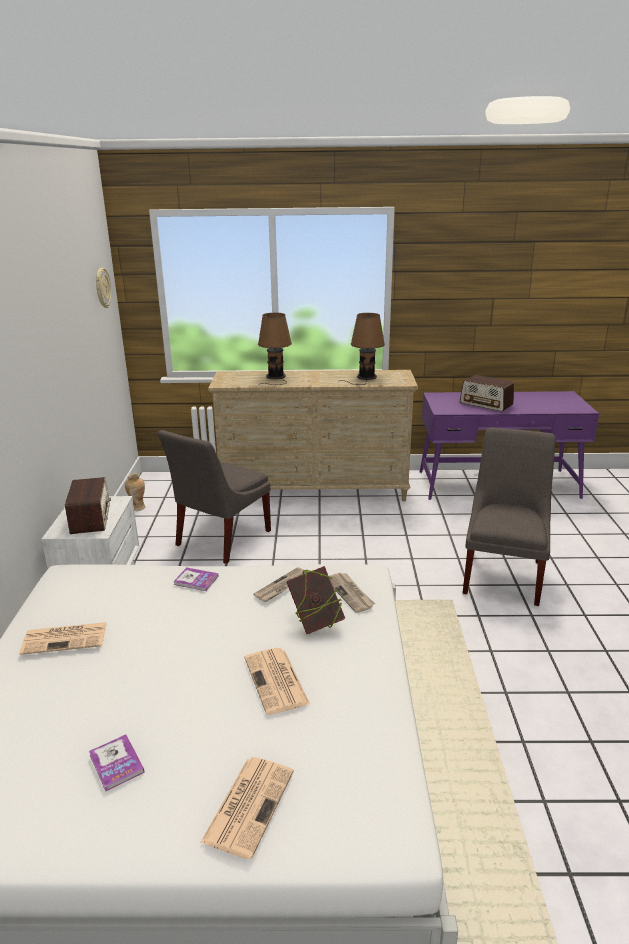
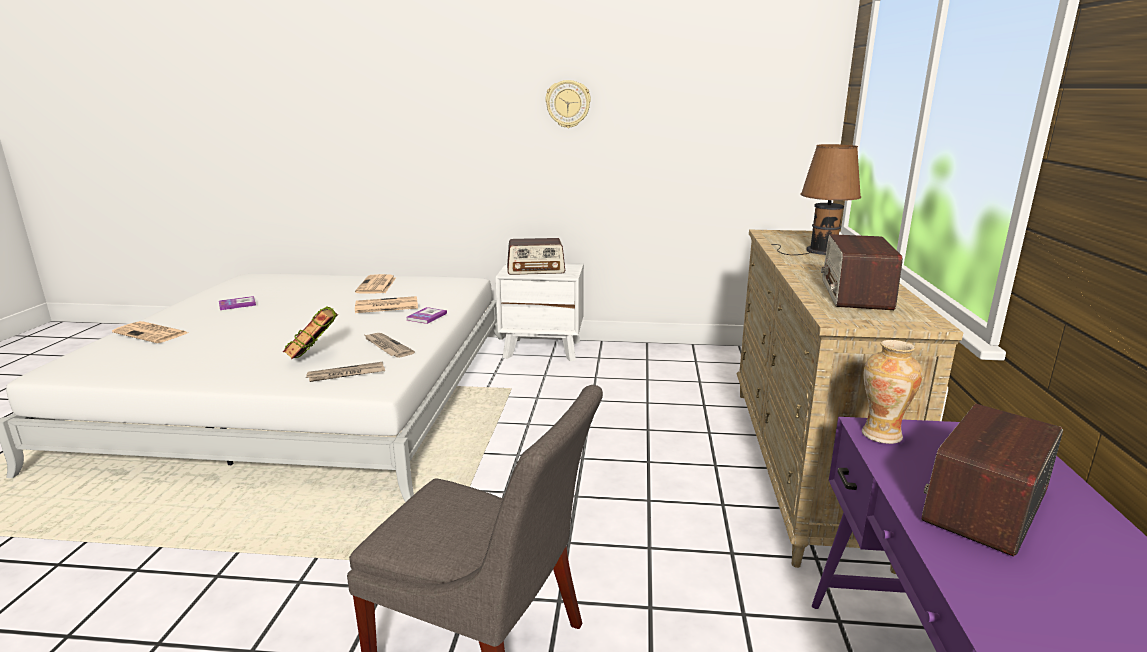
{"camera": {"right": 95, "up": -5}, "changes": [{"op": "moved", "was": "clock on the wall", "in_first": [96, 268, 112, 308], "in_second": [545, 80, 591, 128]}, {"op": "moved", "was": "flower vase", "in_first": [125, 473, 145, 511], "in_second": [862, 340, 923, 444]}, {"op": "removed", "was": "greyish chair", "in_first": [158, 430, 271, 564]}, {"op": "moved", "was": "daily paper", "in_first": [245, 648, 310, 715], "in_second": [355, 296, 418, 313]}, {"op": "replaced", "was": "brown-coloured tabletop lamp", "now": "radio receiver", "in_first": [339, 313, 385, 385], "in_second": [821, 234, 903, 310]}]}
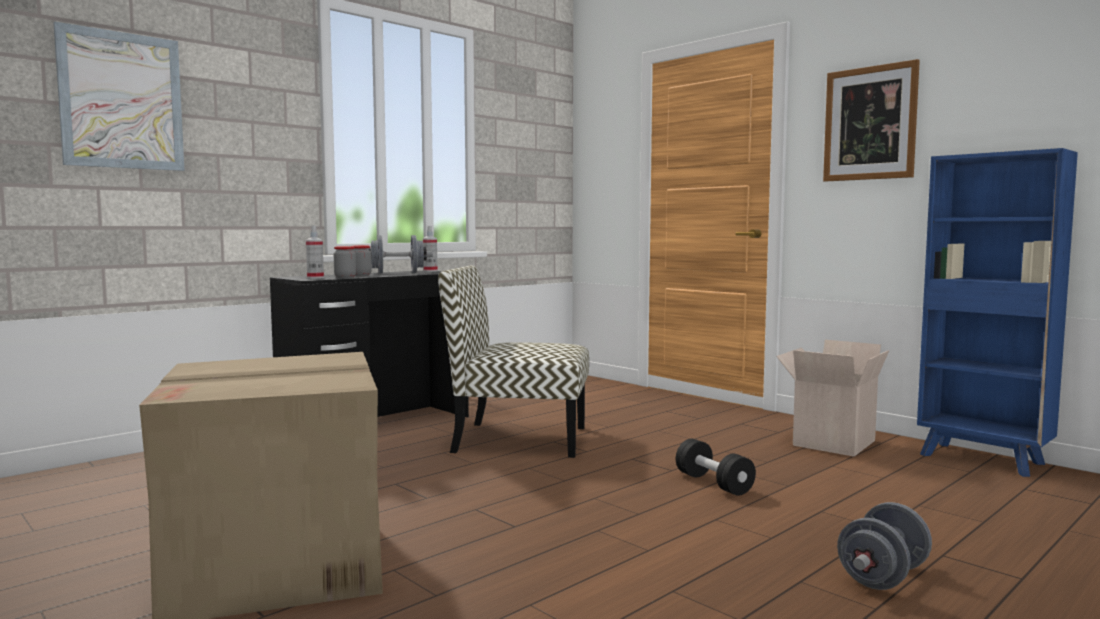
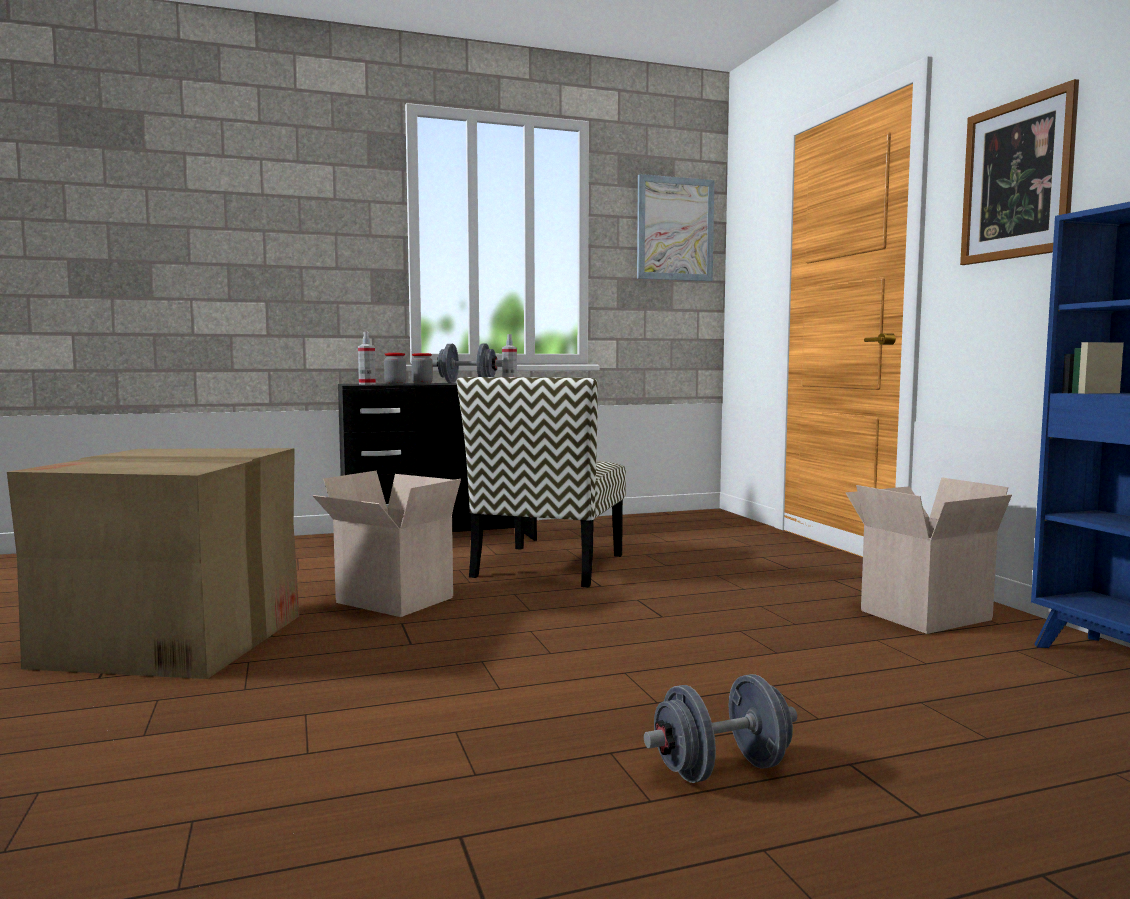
{"camera": {"right": 25, "up": 0}, "changes": [{"op": "moved", "was": "wall art", "in_first": [53, 21, 185, 171], "in_second": [637, 174, 714, 281]}, {"op": "turned", "was": "chair", "in_first": [438, 265, 589, 458], "in_second": [457, 377, 626, 588], "clockwise": -105}, {"op": "removed", "was": "blackish hand weight", "in_first": [676, 439, 756, 496]}, {"op": "added", "now": "cardboard box", "in_second": [312, 470, 461, 617]}]}
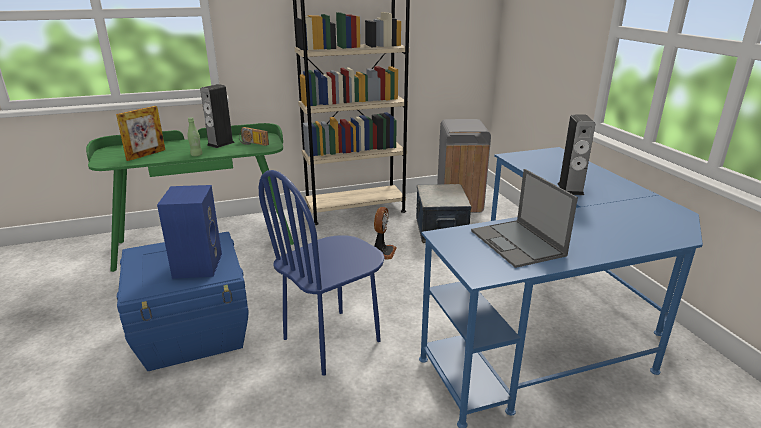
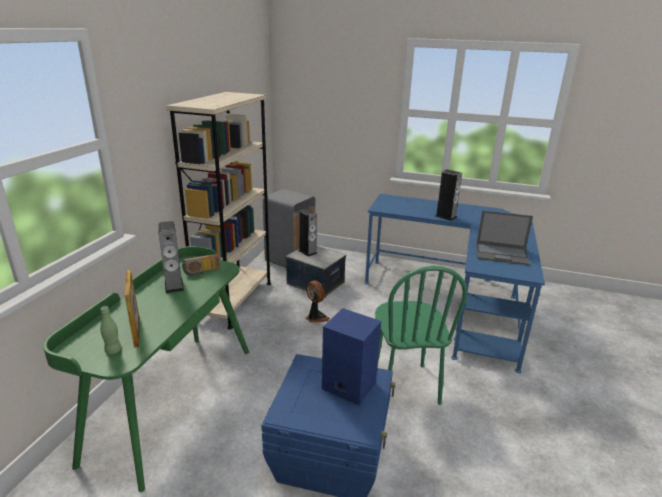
{"camera": {"right": -55, "up": 0}, "changes": [{"op": "moved", "was": "greenish beverage bottle", "in_first": [187, 117, 203, 156], "in_second": [100, 306, 121, 354]}, {"op": "recoloured", "was": "blue-coloured chair", "now": "greenish chair", "in_first": [259, 170, 385, 376], "in_second": [375, 266, 467, 405]}, {"op": "added", "now": "audio speaker", "in_second": [298, 209, 318, 257]}]}
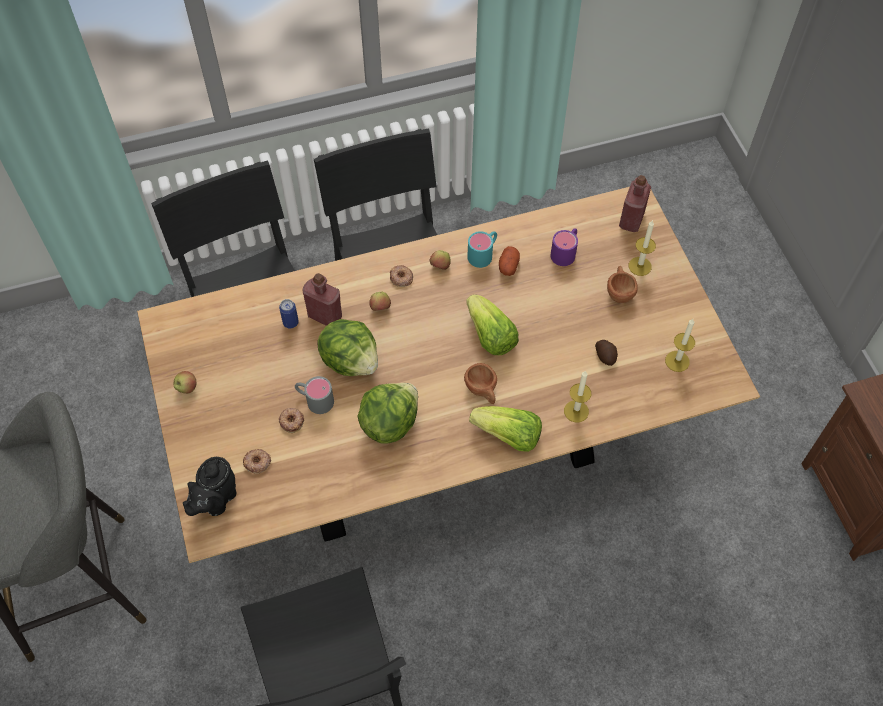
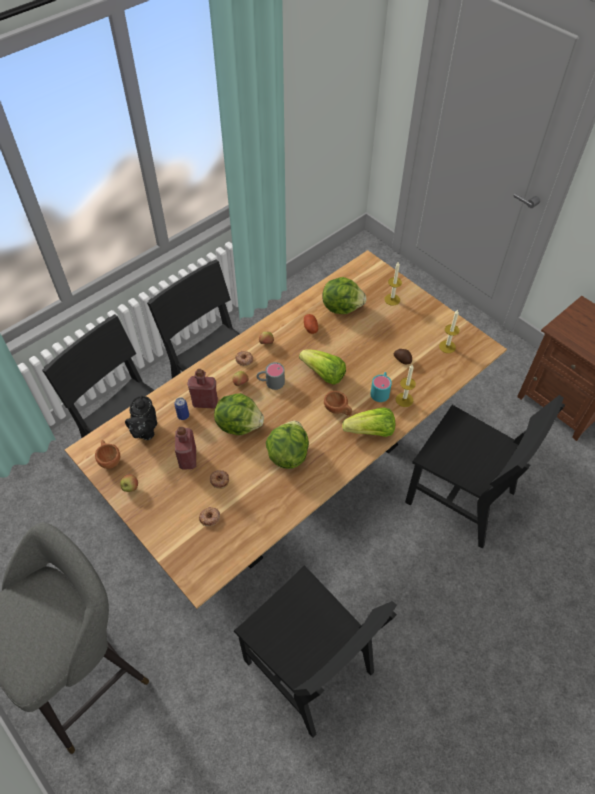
{"camera": {"right": -25, "up": -5}, "changes": [{"op": "moved", "was": "blackish teapot", "in_first": [182, 457, 237, 516], "in_second": [125, 396, 157, 440]}, {"op": "moved", "was": "greyish mug", "in_first": [295, 376, 334, 414], "in_second": [256, 362, 285, 390]}, {"op": "moved", "was": "turquoise mug", "in_first": [467, 231, 497, 268], "in_second": [370, 372, 392, 402]}, {"op": "replaced", "was": "purplish mug", "now": "head of lettuce", "in_first": [550, 228, 578, 266], "in_second": [322, 277, 367, 314]}, {"op": "moved", "was": "brown-coloured cup", "in_first": [607, 266, 638, 303], "in_second": [95, 440, 120, 469]}, {"op": "moved", "was": "red-coloured beverage bottle", "in_first": [619, 175, 651, 232], "in_second": [175, 427, 196, 470]}, {"op": "added", "now": "blackish chair", "in_second": [405, 395, 565, 549]}]}
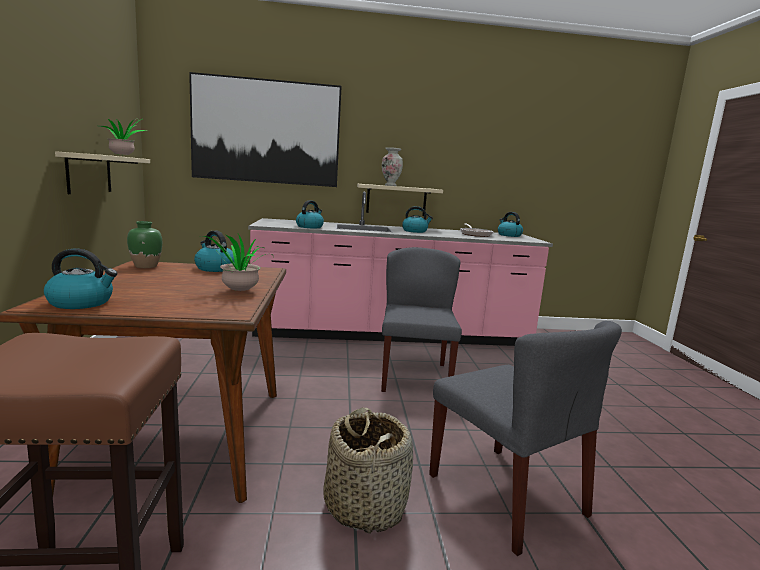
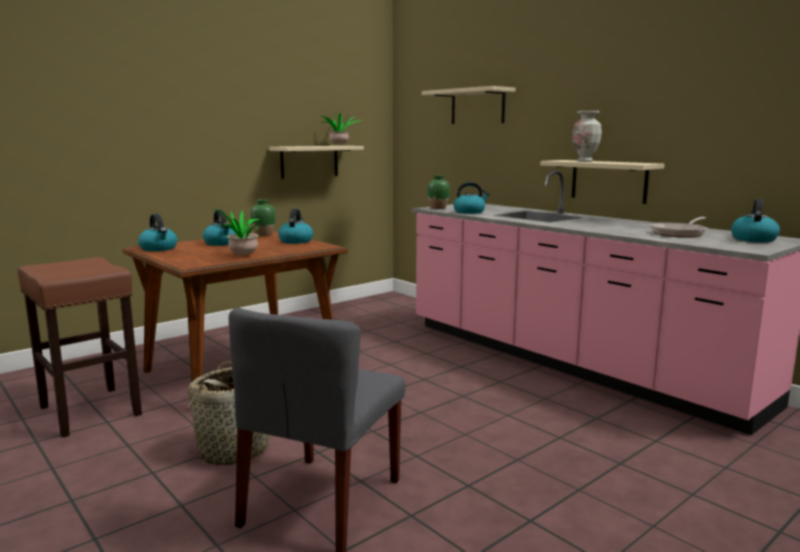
{"camera": {"right": 55, "up": 0}, "changes": [{"op": "replaced", "was": "wall art", "now": "sand-coloured shelf", "in_first": [189, 72, 342, 187], "in_second": [422, 86, 515, 124]}, {"op": "removed", "was": "greyish chair", "in_first": [381, 247, 462, 392]}, {"op": "moved", "was": "tea kettle", "in_first": [402, 206, 433, 233], "in_second": [203, 210, 236, 246]}, {"op": "added", "now": "greenish flower vase", "in_second": [427, 175, 450, 209]}]}
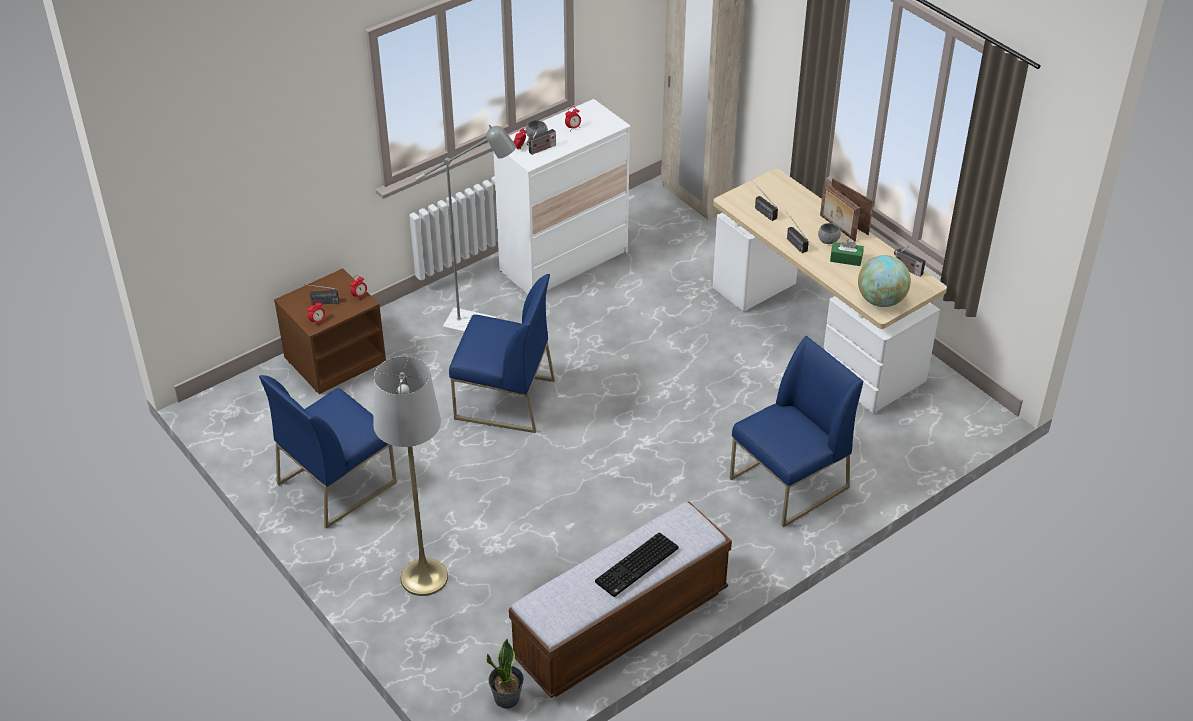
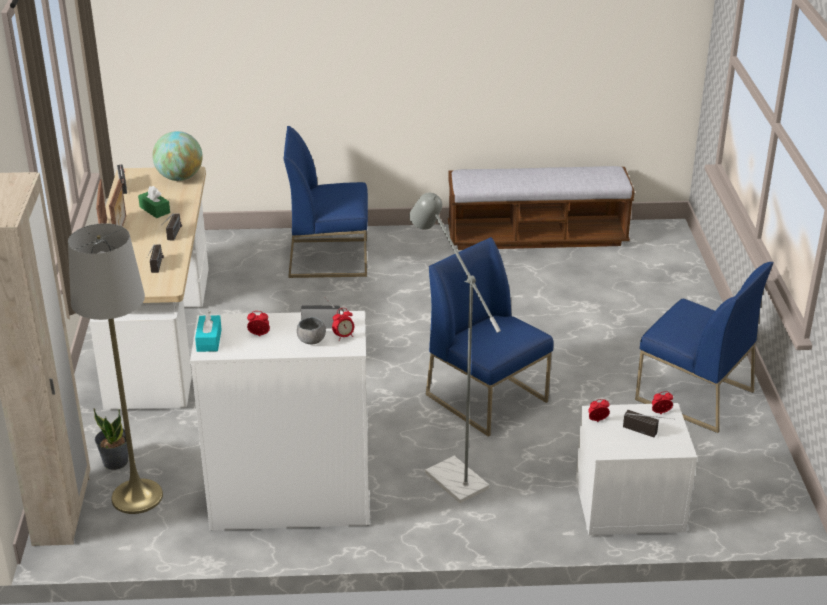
{"camera": {"right": -145, "up": -10}, "changes": [{"op": "turned", "was": "blue-coloured chair", "in_first": [259, 375, 397, 528], "in_second": [635, 262, 774, 433], "clockwise": 45}, {"op": "recoloured", "was": "brown-coloured nightstand", "now": "white-coloured nightstand", "in_first": [274, 268, 386, 394], "in_second": [576, 403, 697, 535]}, {"op": "moved", "was": "greyish floor lamp", "in_first": [373, 356, 448, 596], "in_second": [68, 223, 163, 514]}, {"op": "moved", "was": "plant in a pot", "in_first": [487, 639, 524, 709], "in_second": [94, 409, 128, 470]}, {"op": "removed", "was": "computer keyboard", "in_first": [595, 532, 678, 597]}, {"op": "removed", "was": "greyish serving bowl", "in_first": [818, 223, 841, 244]}, {"op": "added", "now": "turquoise tissue holder", "in_second": [195, 311, 222, 352]}]}
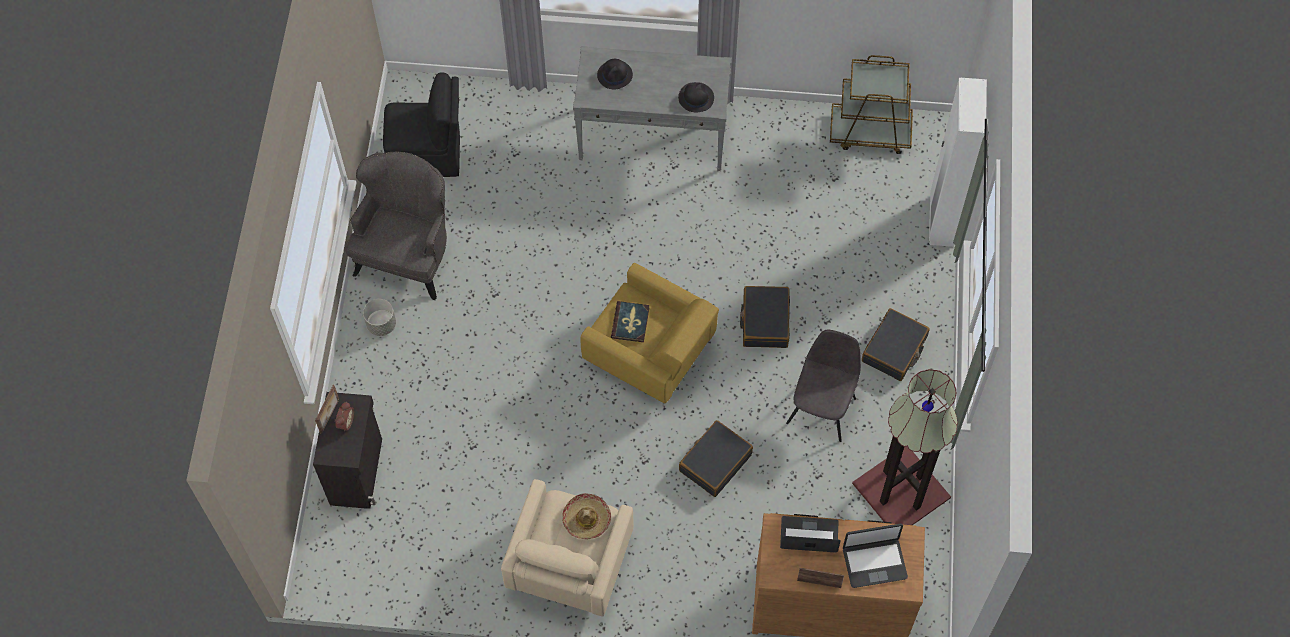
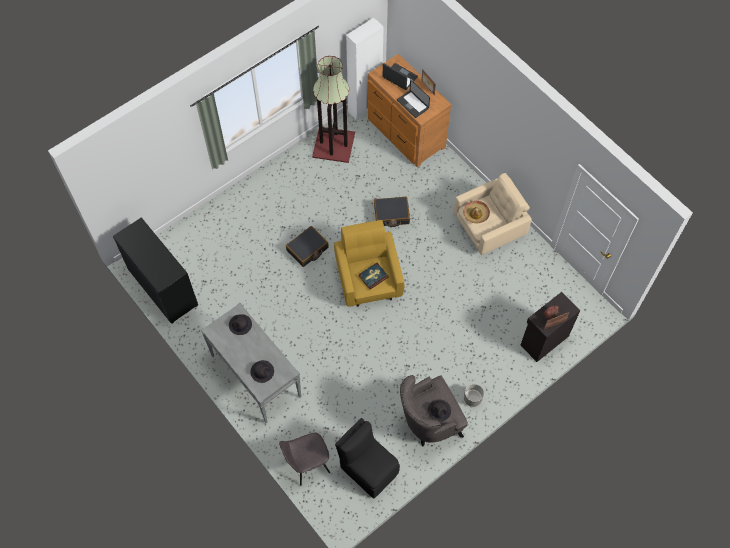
{"camera": {"right": -135, "up": 0}, "changes": [{"op": "moved", "was": "greyish chair", "in_first": [786, 330, 861, 442], "in_second": [279, 433, 330, 486]}, {"op": "replaced", "was": "brown-coloured trolley", "now": "blackish dresser", "in_first": [830, 55, 913, 154], "in_second": [113, 217, 198, 324]}, {"op": "removed", "was": "blackish travel case", "in_first": [862, 308, 929, 381]}, {"op": "moved", "was": "white-coloured armoire", "in_first": [929, 78, 987, 247], "in_second": [346, 18, 384, 120]}, {"op": "added", "now": "blackish clothing hat", "in_second": [428, 399, 451, 422]}]}
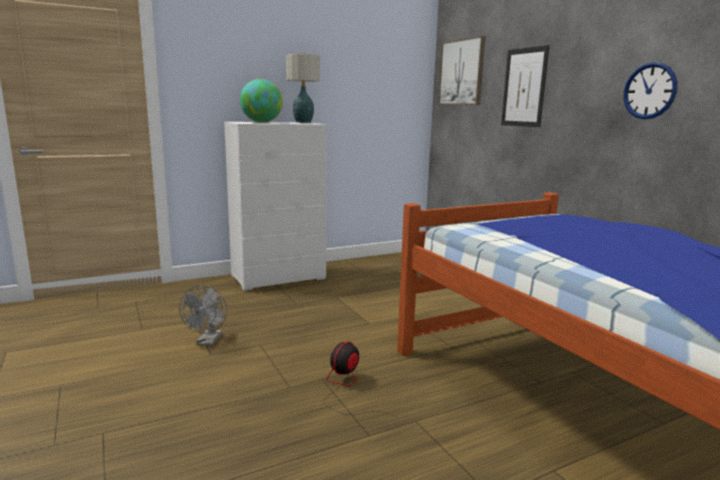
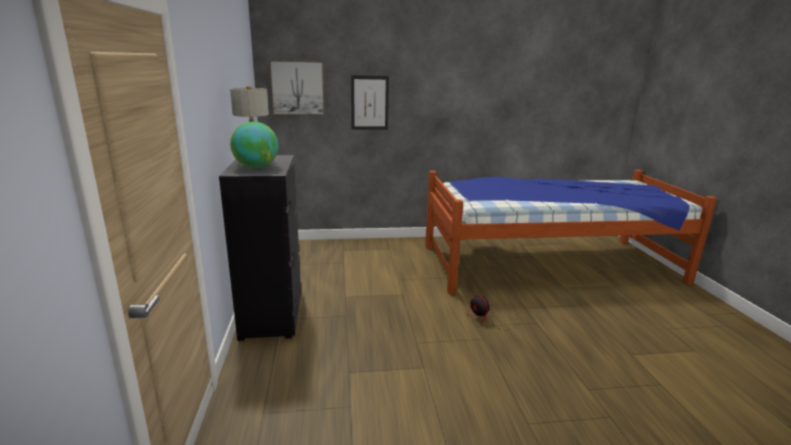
{"camera": {"right": -70, "up": 5}, "changes": [{"op": "removed", "was": "greyish electric fan", "in_first": [179, 285, 227, 346]}, {"op": "recoloured", "was": "white-coloured dresser", "now": "blackish dresser", "in_first": [224, 122, 327, 291], "in_second": [219, 155, 301, 341]}, {"op": "removed", "was": "clock on the wall", "in_first": [623, 62, 678, 119]}]}
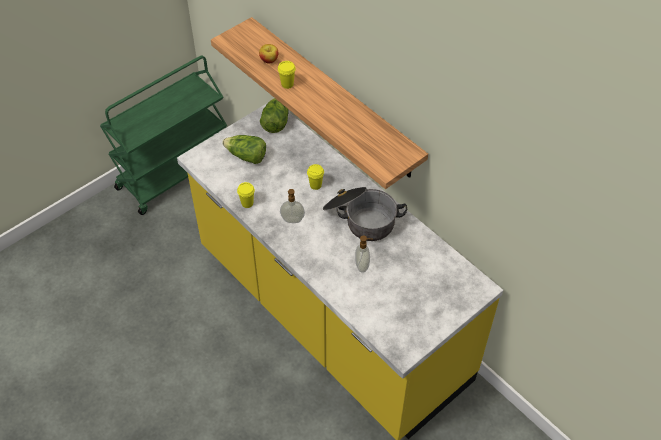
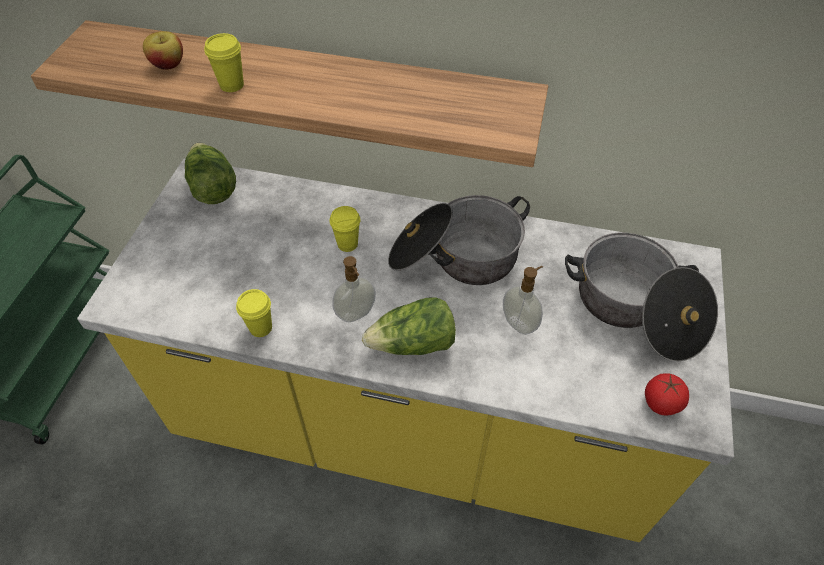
{"camera": {"right": -35, "up": 0}, "changes": [{"op": "moved", "was": "head of lettuce", "in_first": [222, 135, 266, 164], "in_second": [362, 297, 456, 355]}, {"op": "added", "now": "cooking pot", "in_second": [565, 232, 718, 361]}, {"op": "added", "now": "fresh tomato", "in_second": [645, 373, 689, 416]}]}
